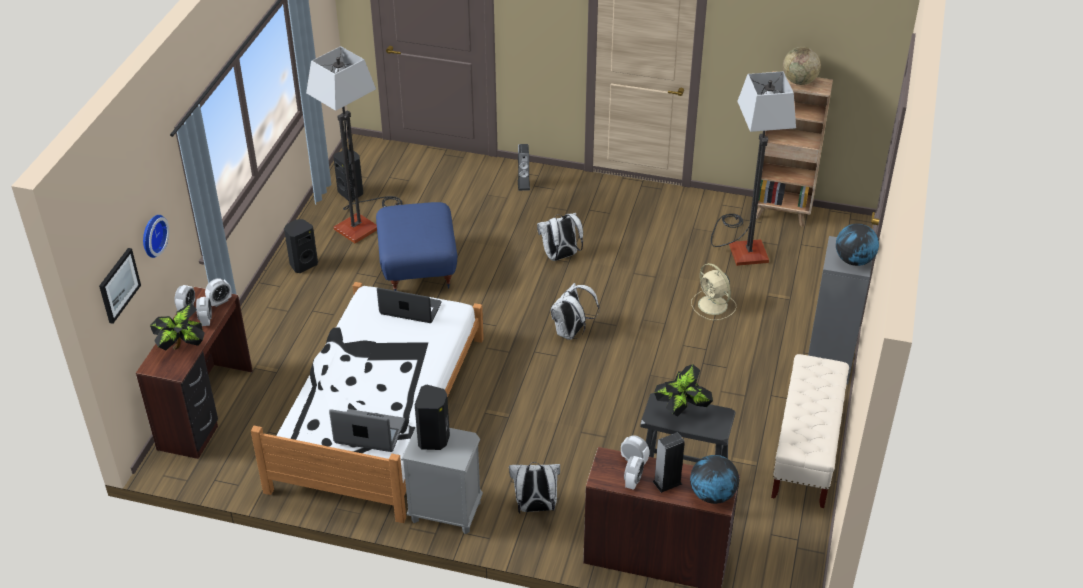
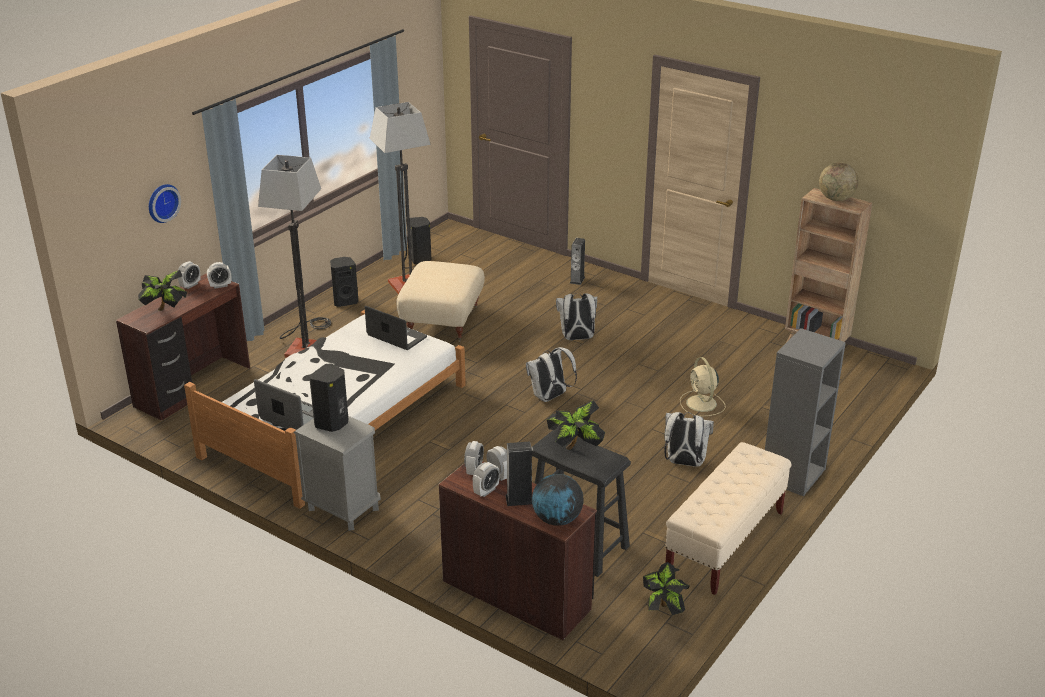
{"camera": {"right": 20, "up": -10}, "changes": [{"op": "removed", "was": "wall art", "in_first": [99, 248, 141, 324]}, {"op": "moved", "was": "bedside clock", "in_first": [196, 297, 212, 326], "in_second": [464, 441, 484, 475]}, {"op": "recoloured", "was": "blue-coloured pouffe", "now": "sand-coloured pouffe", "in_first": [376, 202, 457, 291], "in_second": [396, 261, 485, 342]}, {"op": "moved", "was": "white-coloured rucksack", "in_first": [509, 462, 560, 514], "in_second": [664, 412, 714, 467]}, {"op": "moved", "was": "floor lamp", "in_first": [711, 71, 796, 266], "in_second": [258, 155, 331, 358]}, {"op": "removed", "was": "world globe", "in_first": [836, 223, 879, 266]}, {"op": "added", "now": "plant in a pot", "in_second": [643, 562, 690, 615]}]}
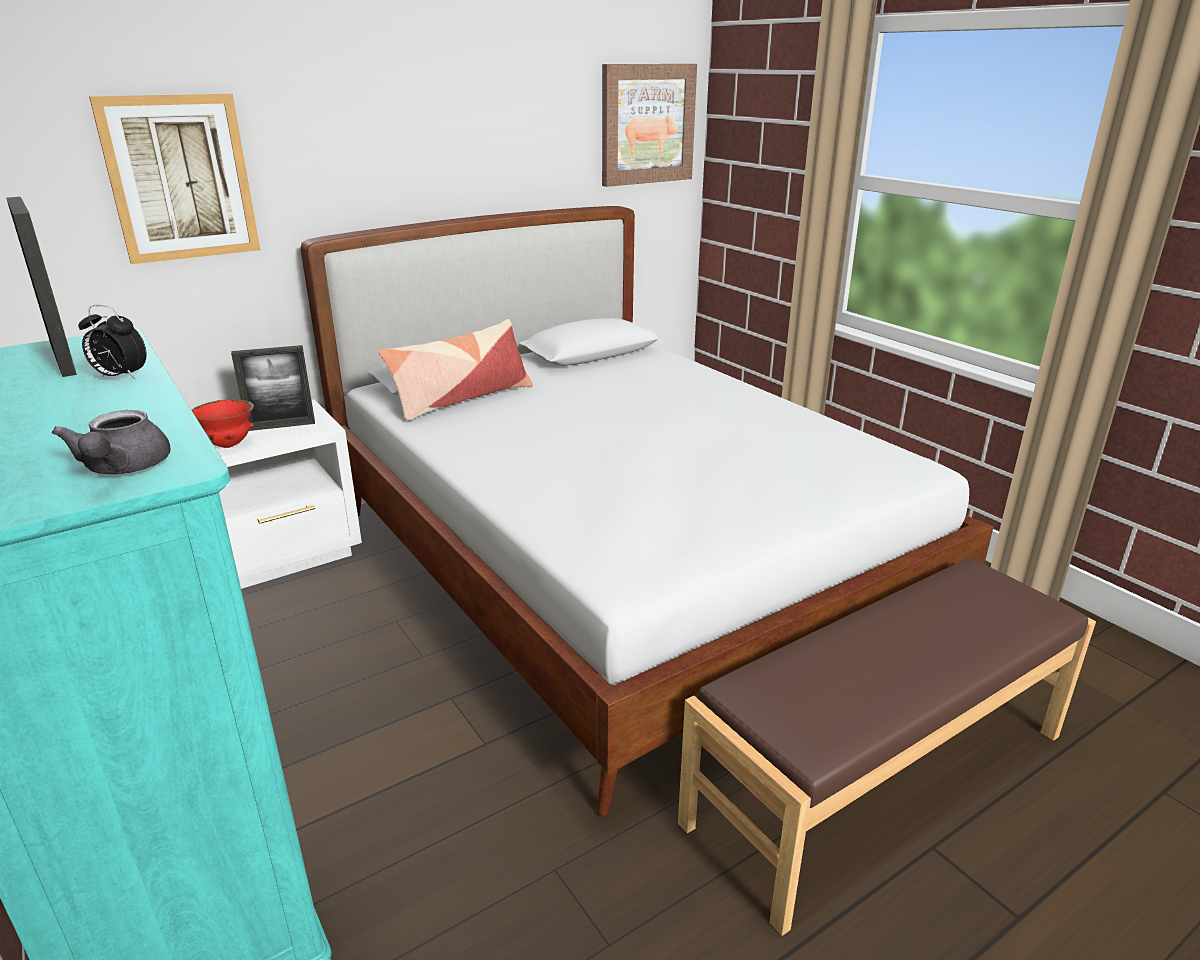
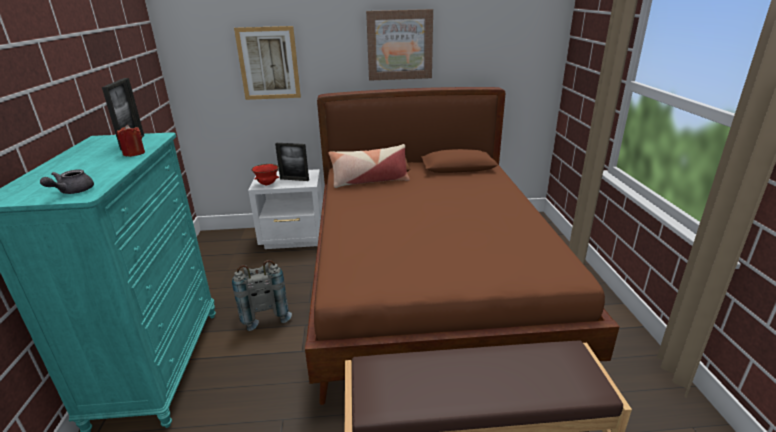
{"camera": {"right": 30, "up": 0}, "changes": [{"op": "replaced", "was": "bedside clock", "now": "red-coloured wax candle", "in_first": [78, 305, 147, 379], "in_second": [117, 124, 145, 157]}, {"op": "recoloured", "was": "white-coloured bedroom bed", "now": "brown-coloured bedroom bed", "in_first": [300, 206, 994, 816], "in_second": [305, 87, 620, 405]}, {"op": "moved", "was": "wall art", "in_first": [602, 64, 697, 187], "in_second": [366, 9, 433, 81]}, {"op": "added", "now": "greyish rucksack", "in_second": [232, 260, 292, 331]}]}
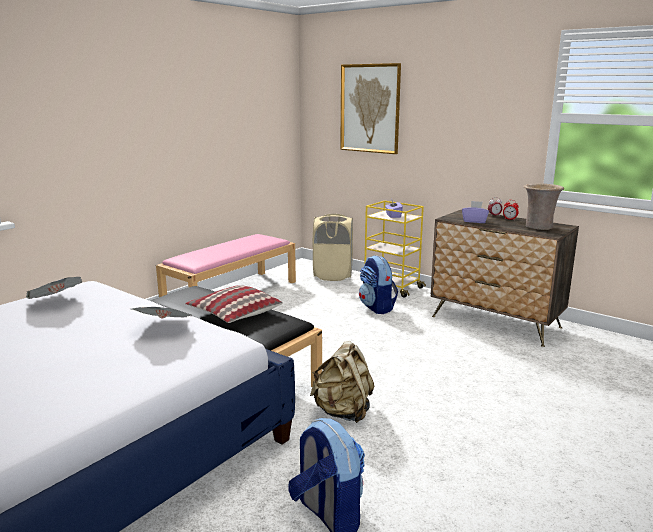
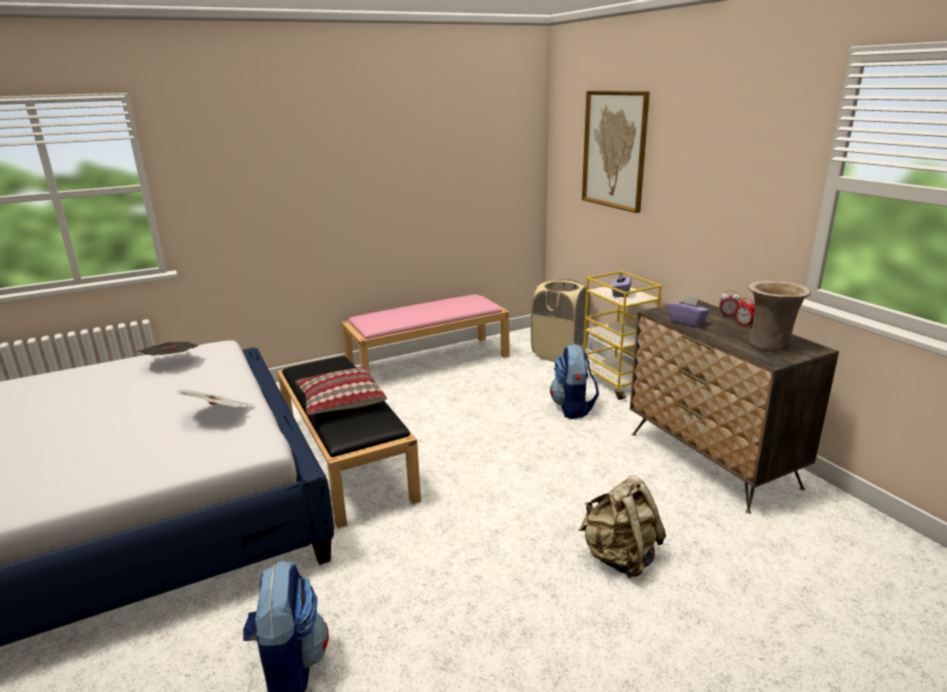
{"camera": {"right": 25, "up": 5}, "changes": [{"op": "moved", "was": "sand-coloured rucksack", "in_first": [310, 341, 374, 423], "in_second": [579, 475, 666, 579]}]}
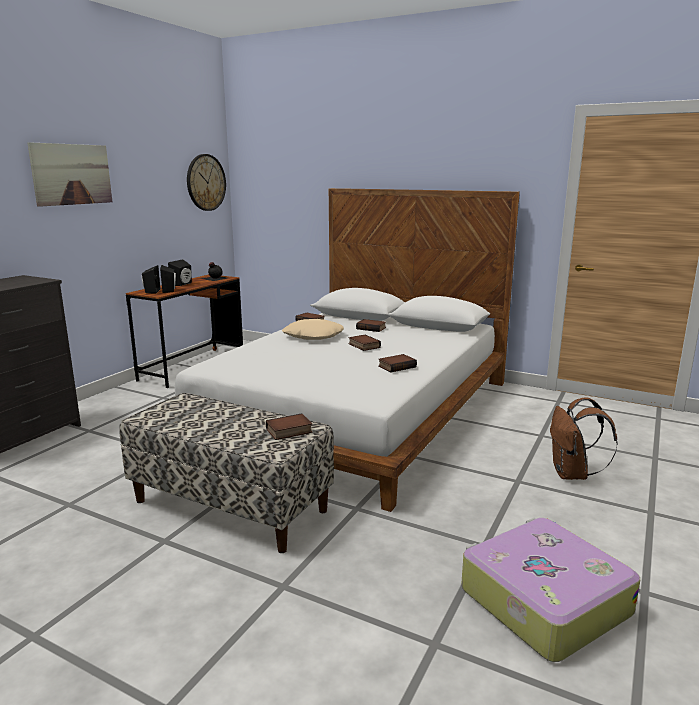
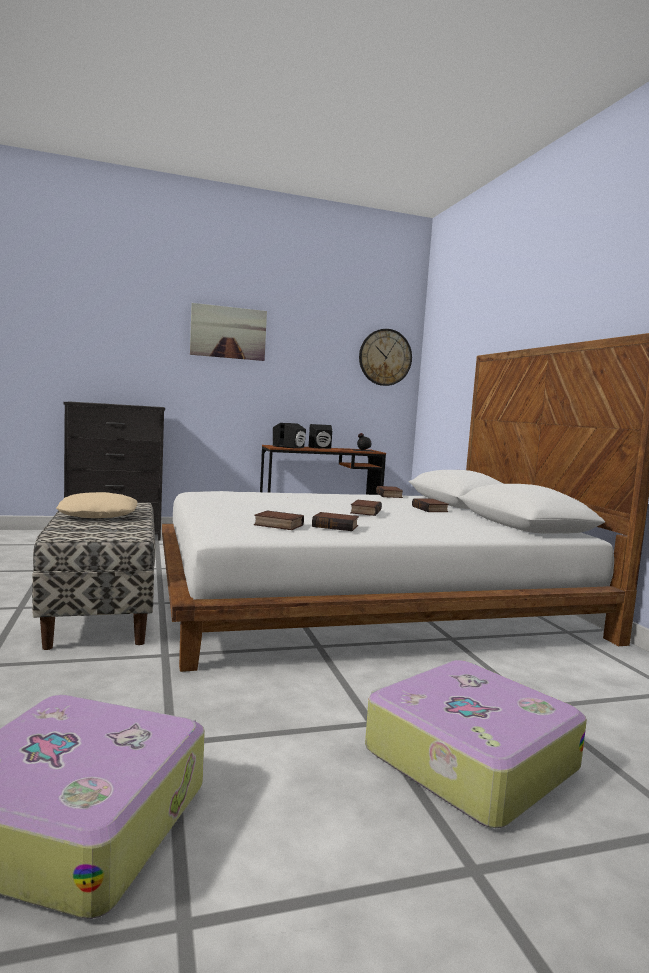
{"camera": {"right": 45, "up": -10}, "changes": [{"op": "moved", "was": "bound book", "in_first": [266, 413, 313, 440], "in_second": [254, 511, 304, 530]}, {"op": "moved", "was": "sand-coloured cushion", "in_first": [282, 319, 344, 340], "in_second": [56, 492, 137, 518]}, {"op": "replaced", "was": "brown-coloured rucksack", "now": "travel case", "in_first": [550, 397, 618, 480], "in_second": [365, 660, 587, 828]}]}
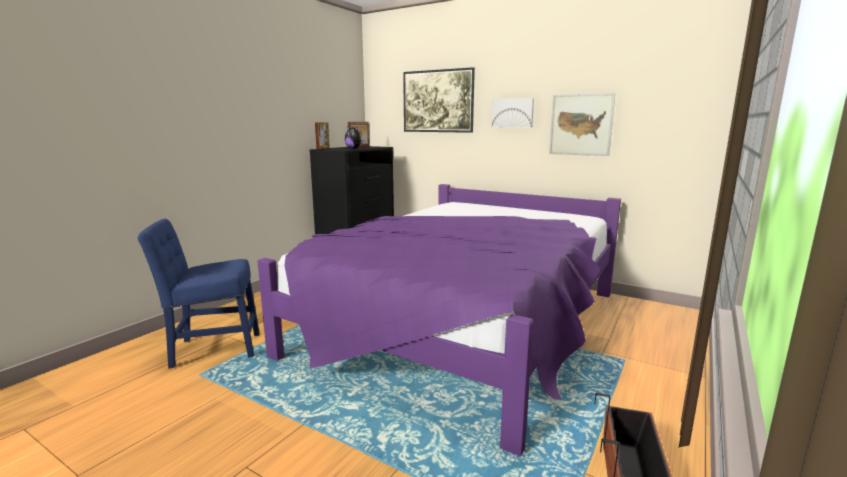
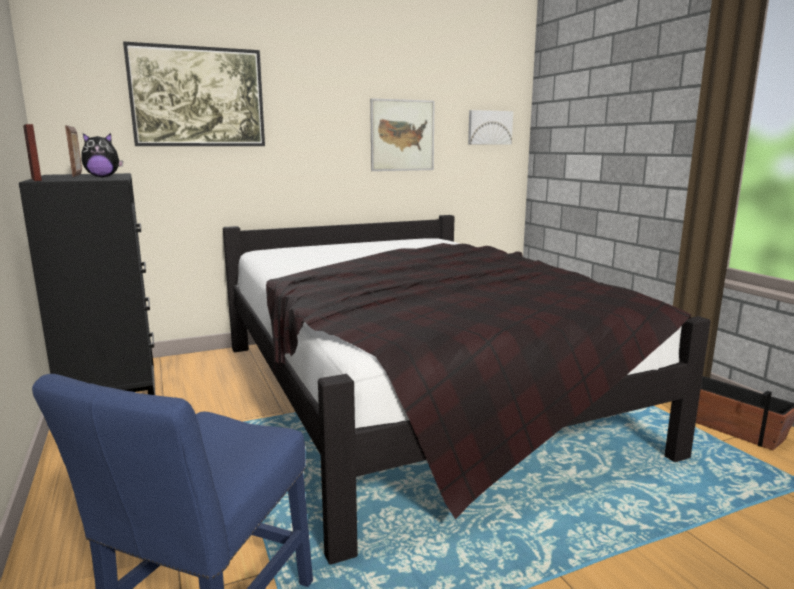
{"camera": {"right": -55, "up": 0}, "changes": [{"op": "recoloured", "was": "purplish bedroom bed", "now": "blackish bedroom bed", "in_first": [257, 184, 621, 456], "in_second": [223, 215, 711, 564]}, {"op": "moved", "was": "wall art", "in_first": [492, 98, 534, 128], "in_second": [468, 110, 513, 144]}]}
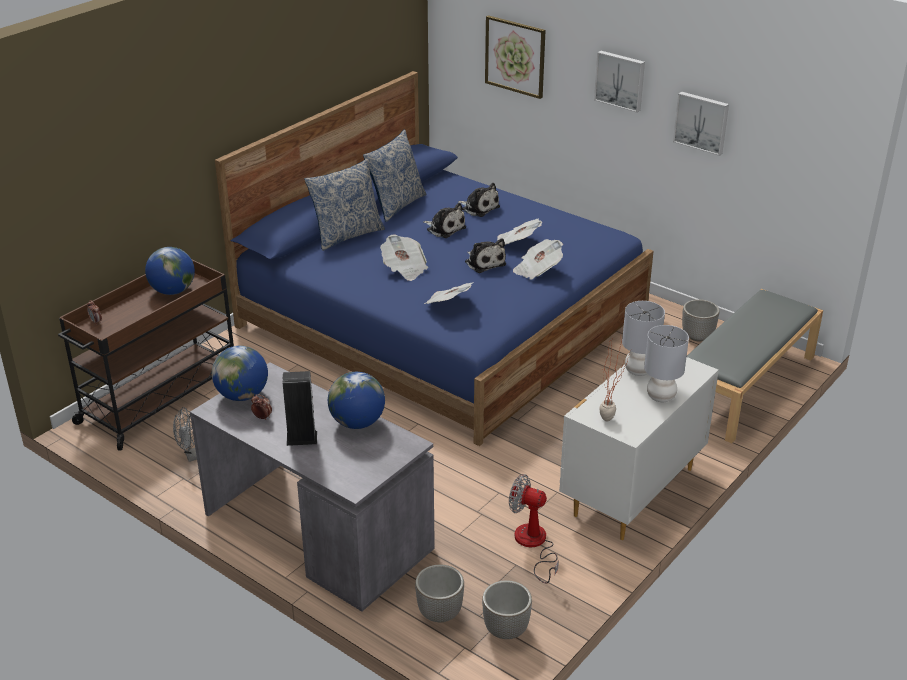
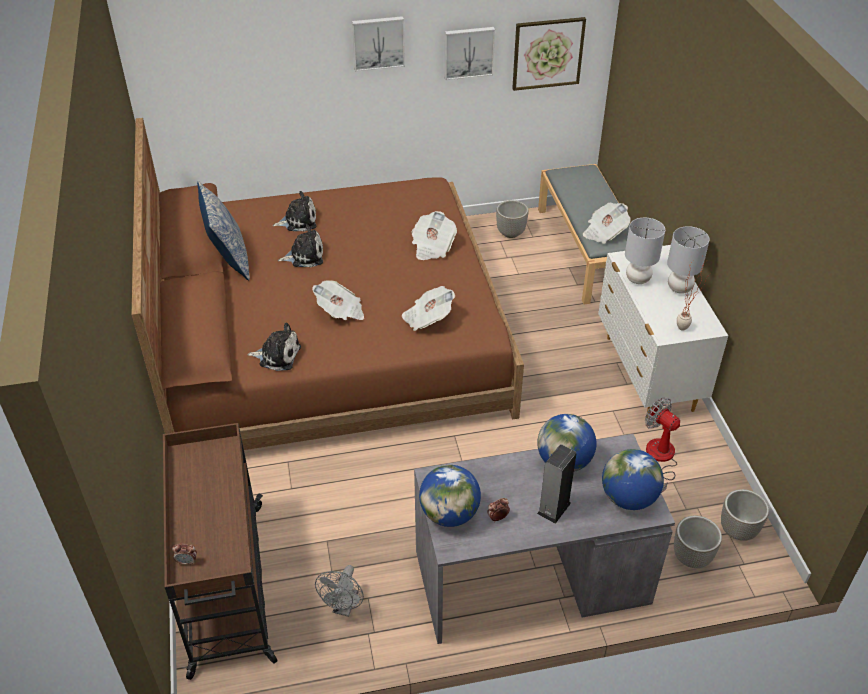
{"camera": {"right": -50, "up": 10}, "changes": [{"op": "moved", "was": "world globe", "in_first": [145, 247, 195, 295], "in_second": [602, 449, 664, 510]}, {"op": "recoloured", "was": "blue-coloured bedroom bed", "now": "brown-coloured bedroom bed", "in_first": [215, 71, 654, 446], "in_second": [132, 118, 524, 450]}, {"op": "removed", "was": "cushion", "in_first": [304, 158, 385, 251]}, {"op": "moved", "was": "plush toy", "in_first": [465, 238, 506, 273], "in_second": [247, 323, 301, 371]}, {"op": "moved", "was": "wall art", "in_first": [485, 15, 546, 99], "in_second": [512, 17, 586, 91]}, {"op": "moved", "was": "daily paper", "in_first": [497, 218, 542, 245], "in_second": [583, 202, 631, 244]}, {"op": "turned", "was": "electric fan", "in_first": [509, 474, 559, 584], "in_second": [645, 398, 680, 493], "clockwise": 75}]}
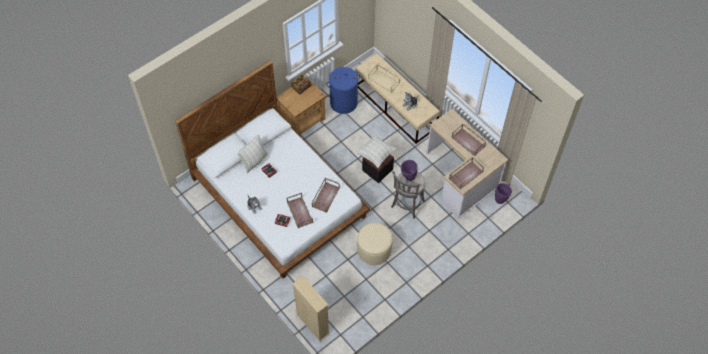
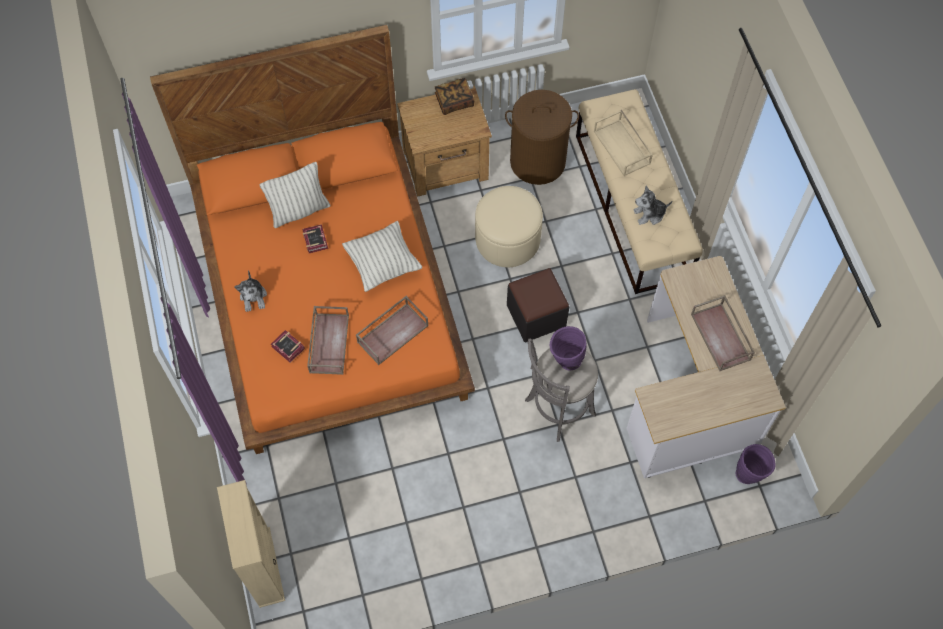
{"camera": {"right": 25, "up": 5}, "changes": [{"op": "recoloured", "was": "white-coloured bedroom bed", "now": "orange bedroom bed", "in_first": [175, 60, 370, 279], "in_second": [150, 24, 475, 454]}, {"op": "recoloured", "was": "blue-coloured laundry basket", "now": "brown-coloured laundry basket", "in_first": [327, 67, 360, 114], "in_second": [505, 90, 579, 185]}, {"op": "moved", "was": "cushion", "in_first": [356, 134, 396, 168], "in_second": [342, 221, 422, 292]}, {"op": "moved", "was": "sand-coloured pouffe", "in_first": [357, 223, 393, 265], "in_second": [475, 186, 543, 267]}, {"op": "removed", "was": "brown-coloured serving tray", "in_first": [449, 157, 484, 189]}]}
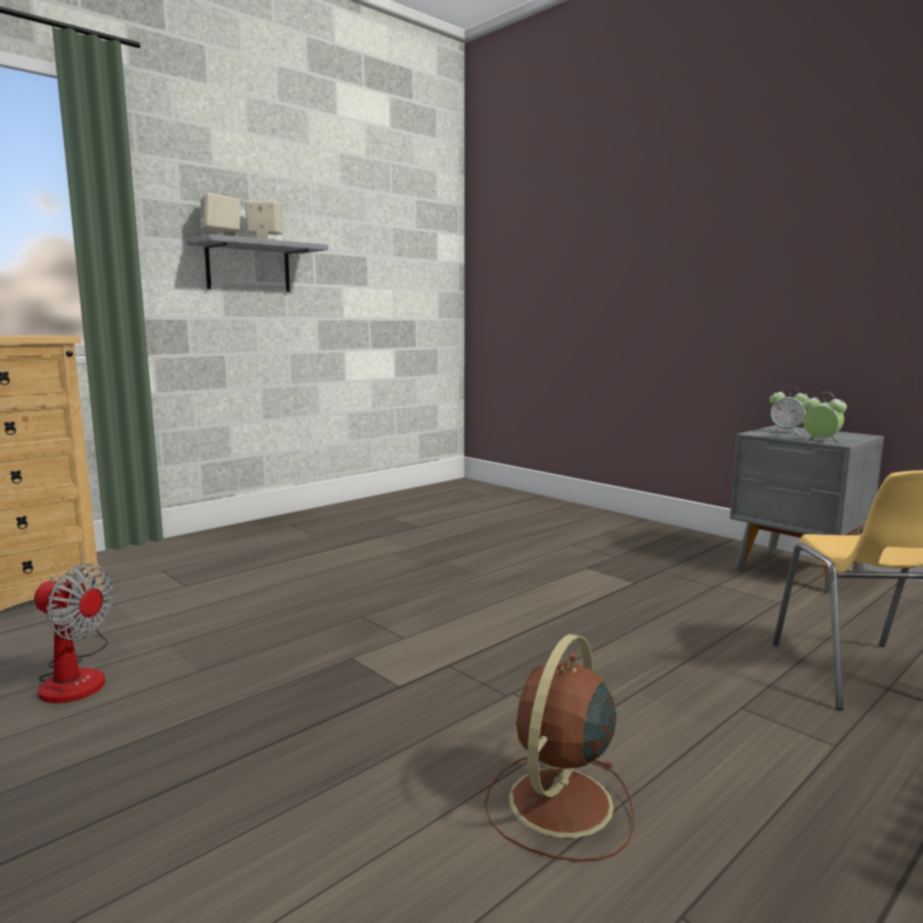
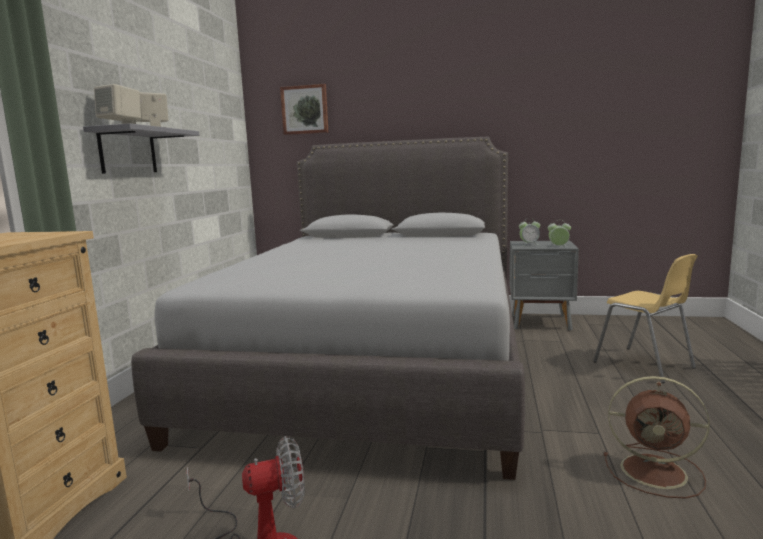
{"camera": {"right": -35, "up": 0}, "changes": [{"op": "turned", "was": "brown-coloured electric fan", "in_first": [484, 634, 634, 862], "in_second": [604, 376, 710, 499], "clockwise": -60}, {"op": "added", "now": "greyish bedroom bed", "in_second": [131, 137, 525, 480]}, {"op": "added", "now": "wall art", "in_second": [280, 84, 328, 135]}]}
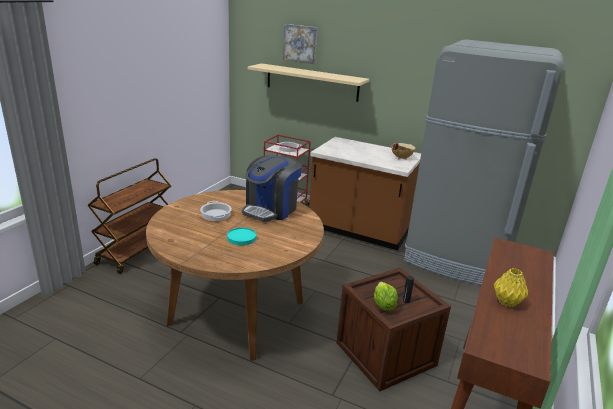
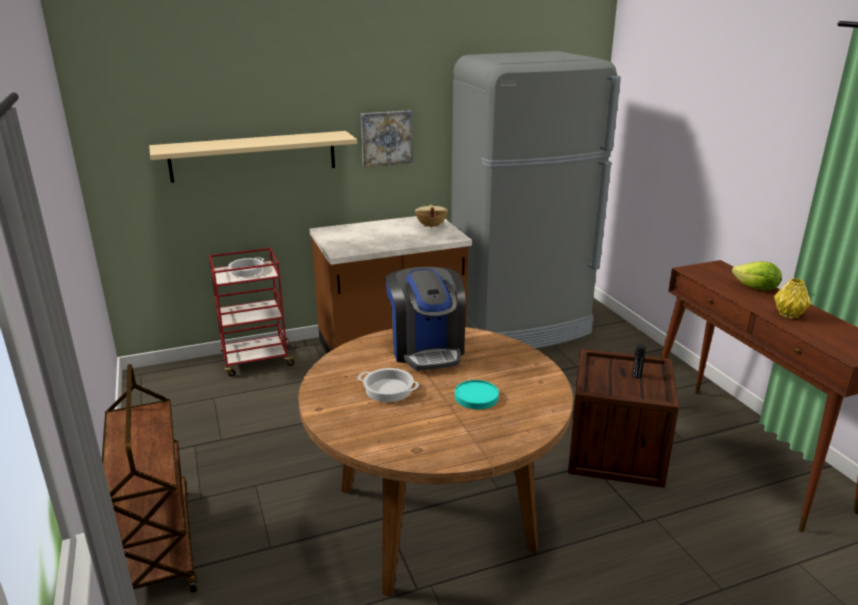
{"camera": {"right": -45, "up": 0}, "changes": [{"op": "moved", "was": "wall art", "in_first": [283, 24, 317, 64], "in_second": [361, 110, 413, 167]}, {"op": "moved", "was": "head of lettuce", "in_first": [374, 282, 398, 311], "in_second": [732, 261, 782, 291]}]}
